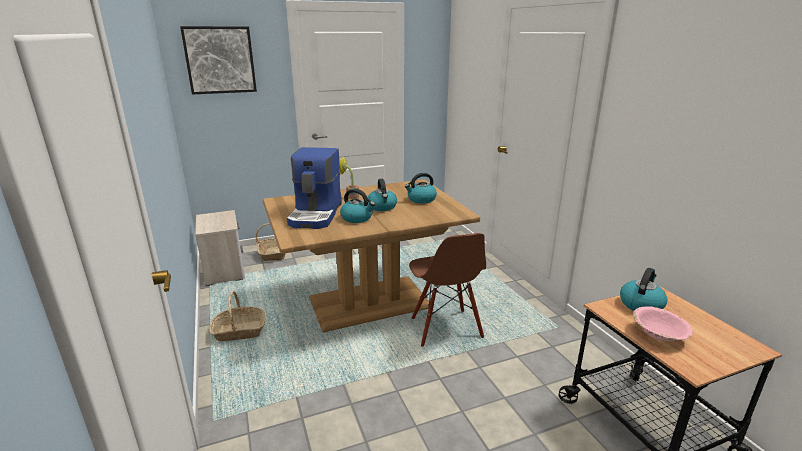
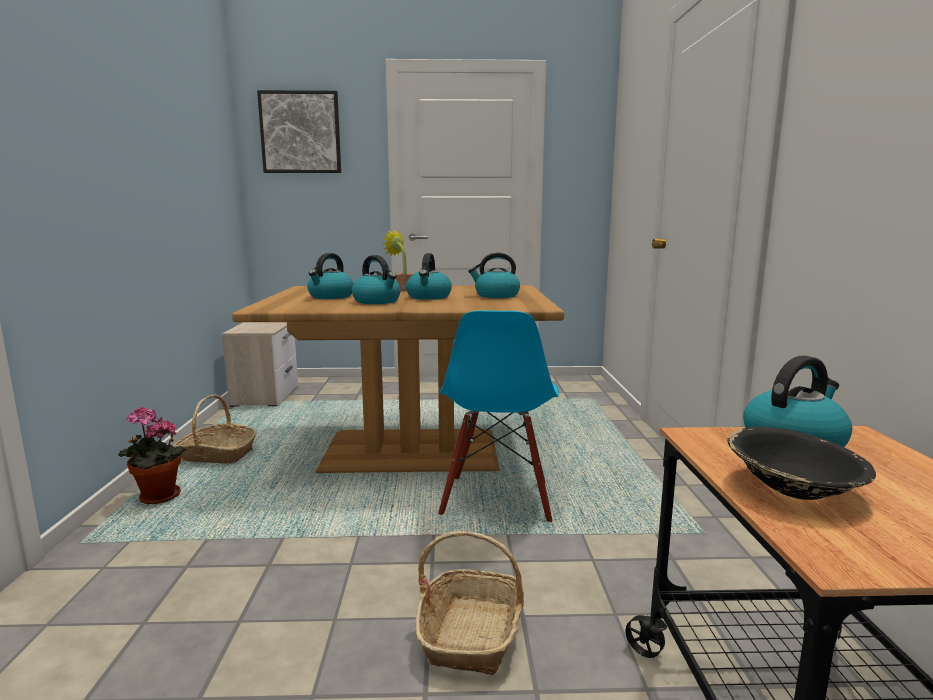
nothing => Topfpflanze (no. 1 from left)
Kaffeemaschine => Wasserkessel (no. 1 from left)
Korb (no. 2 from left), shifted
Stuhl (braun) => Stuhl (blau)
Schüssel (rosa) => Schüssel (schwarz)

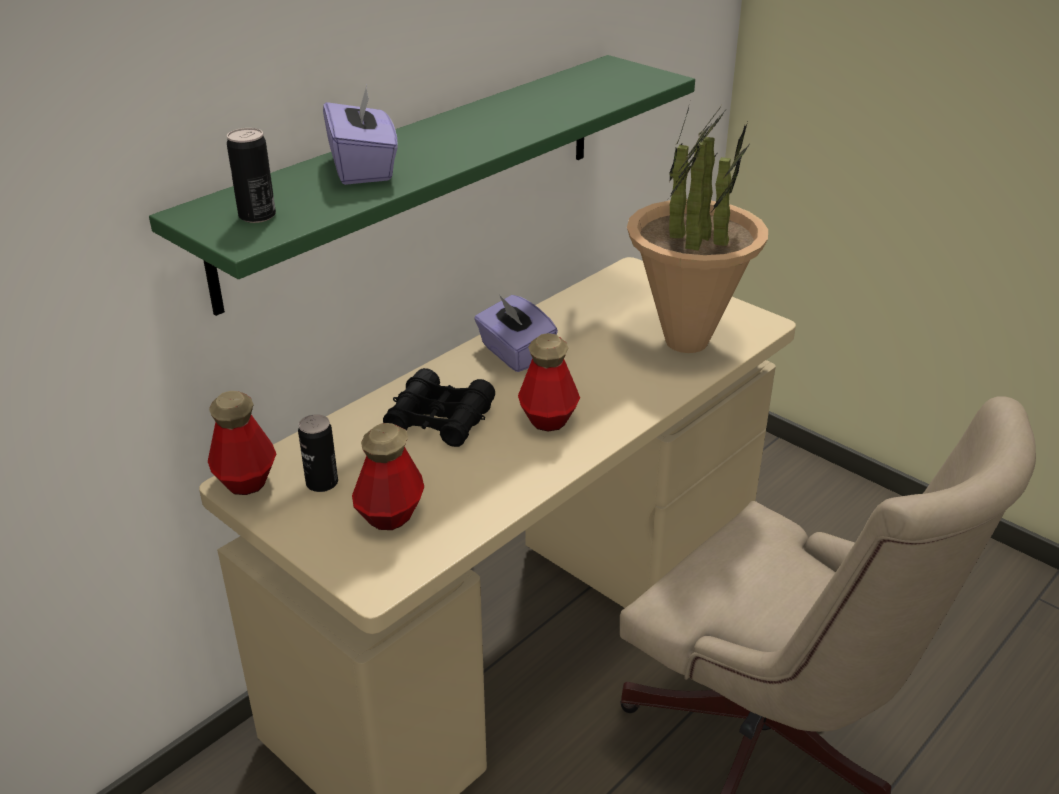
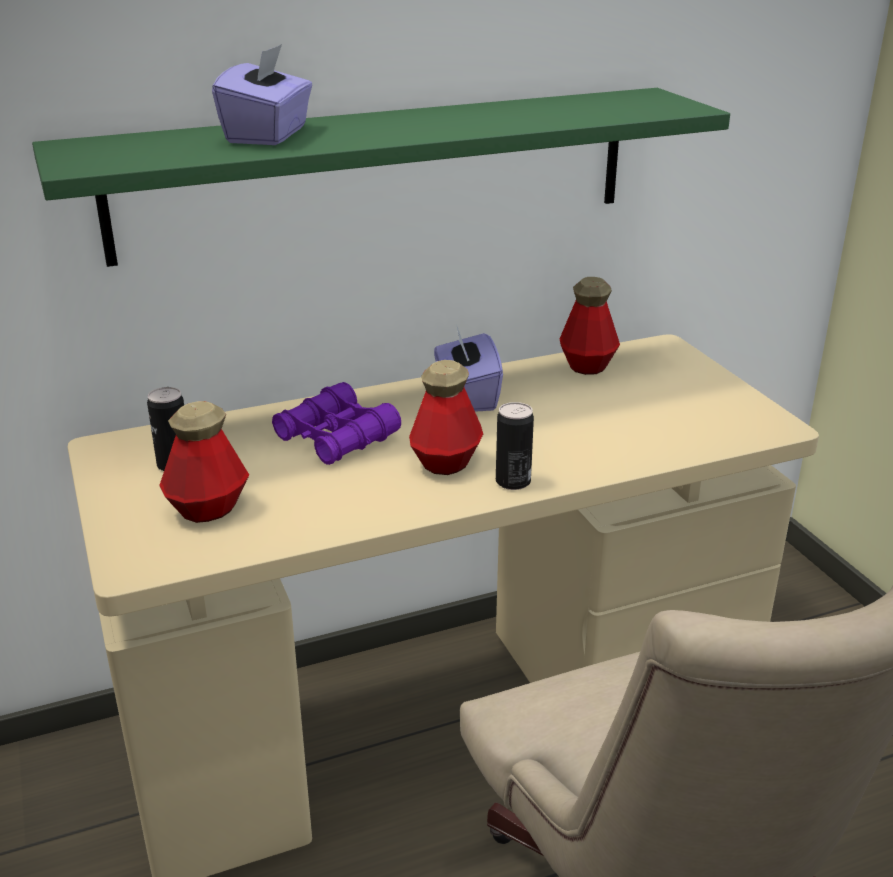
Fernglas (schwarz) => Fernglas (lila)
Dose (no. 1 from left in the first image) => Dose (no. 2 from left), shifted
Flasche (no. 1 from left in the first image) => Flasche (no. 3 from left), shifted
Topfpflanze => nothing

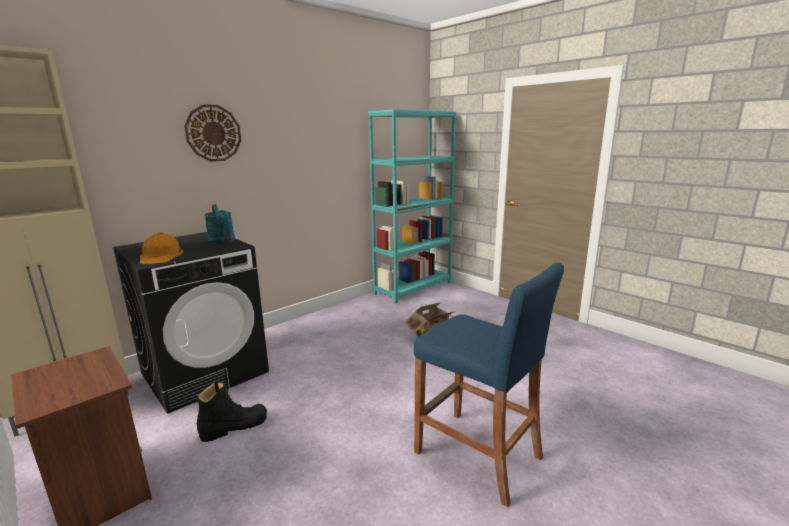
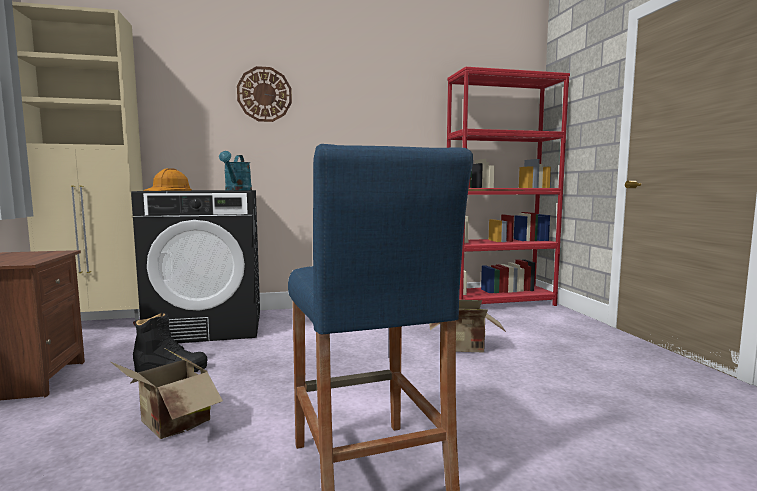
nothing => Karton (no. 1 from left)
Bücherregal (türkis) => Bücherregal (rot)

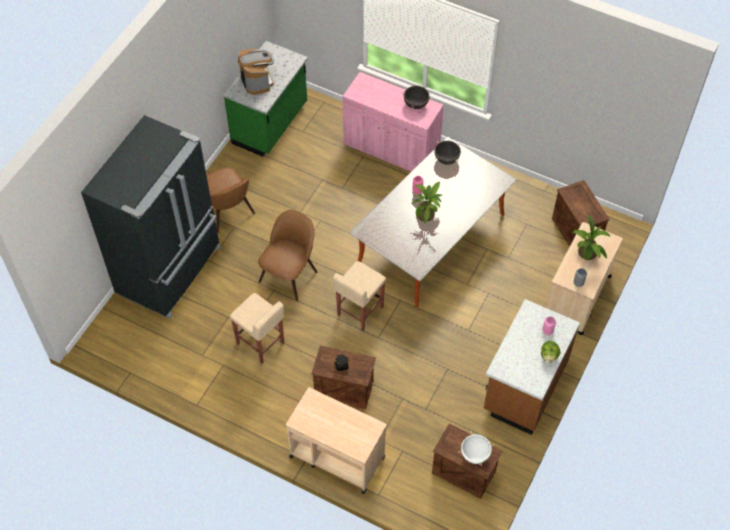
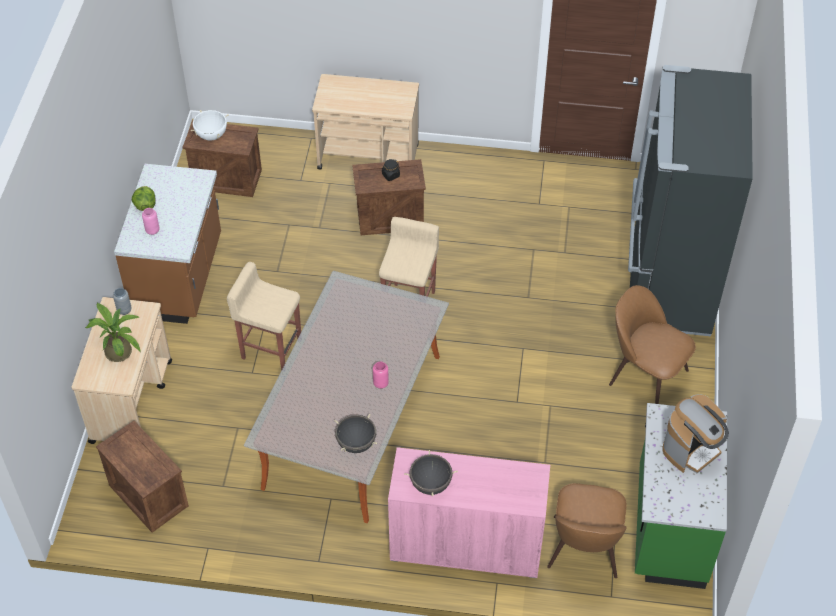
Hocker (beige) (no. 1 from left), shifted
Stuhl (braun) (no. 2 from left in the first image) => Stuhl (braun) (no. 1 from left), shifted
Kaffeemaschine, 90 degrees counterclockwise
Topfpflanze (no. 1 from left) => nothing

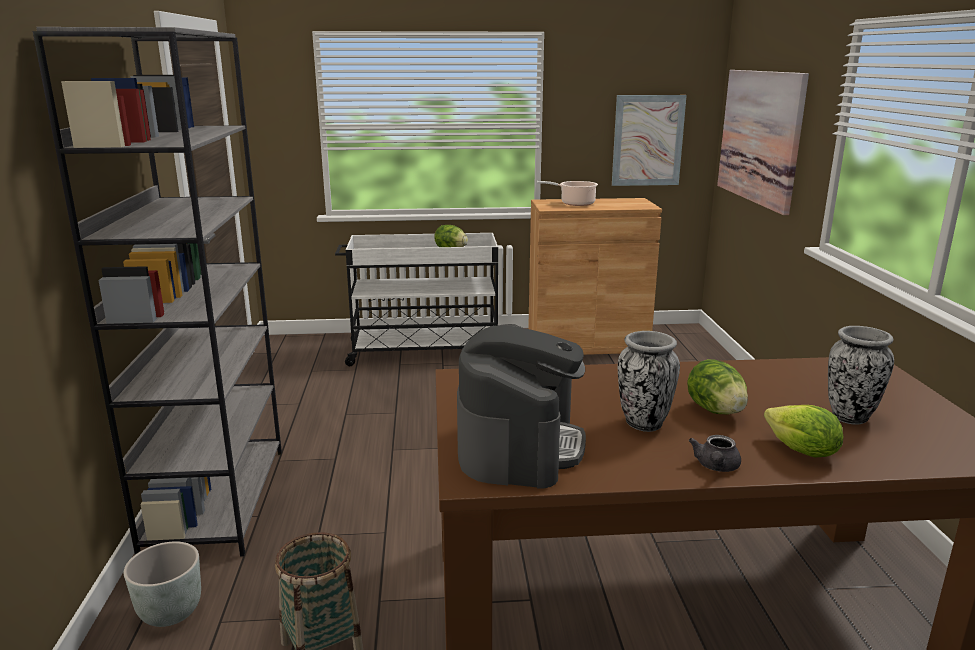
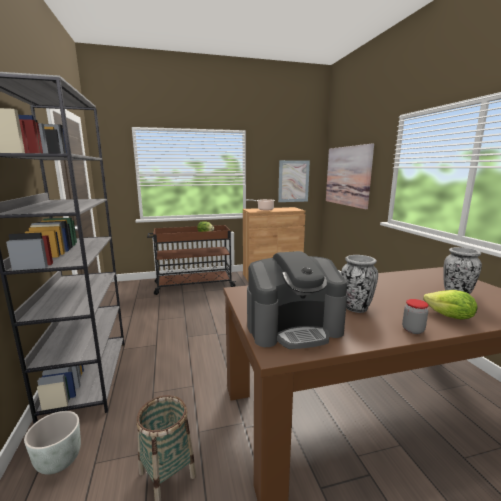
Rollwagen (weiß) => Rollwagen (braun)
Kaffeemaschine, 75 degrees clockwise
Teekanne (grau) => Vorratsglas
Salatkopf (no. 2 from left) => nothing

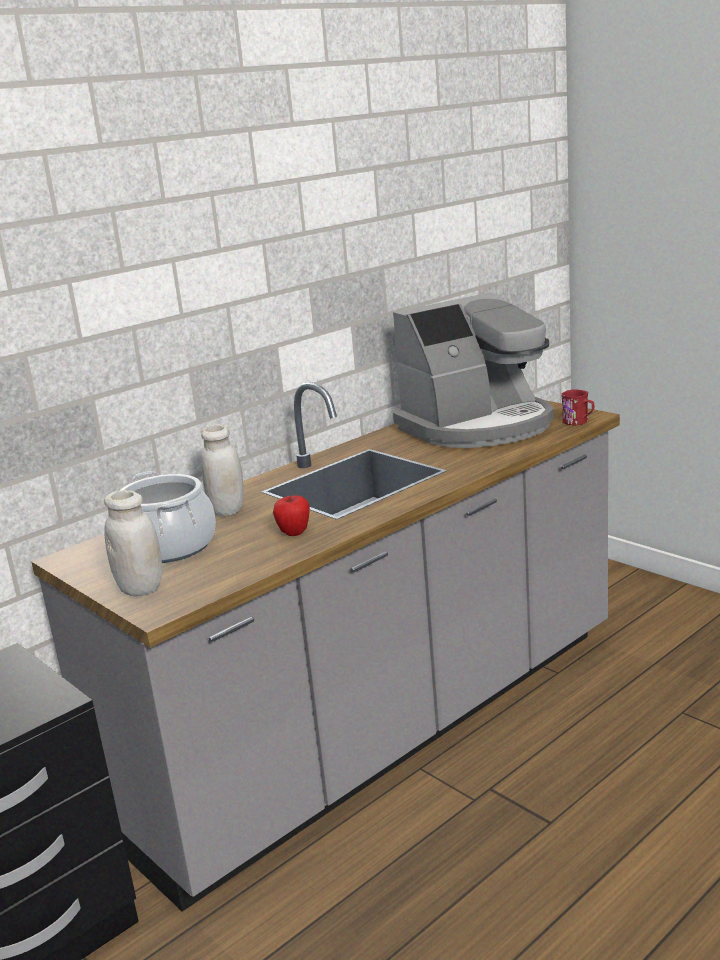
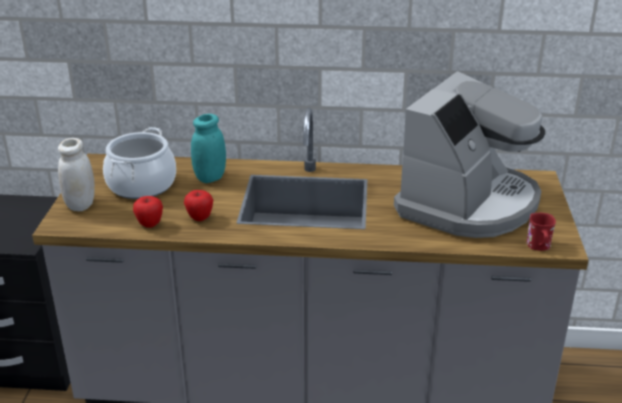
nothing => Apfel (no. 1 from left)
Vorratsglas (weiß) (no. 2 from left) => Vorratsglas (türkis)
Kaffeemaschine, 75 degrees counterclockwise

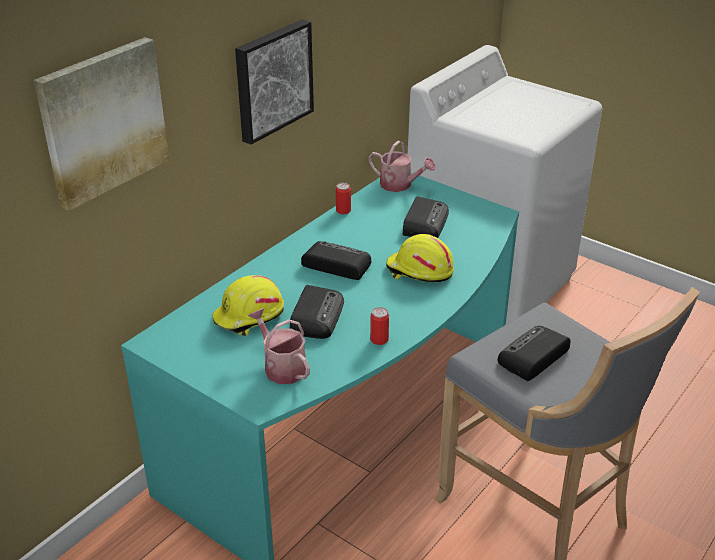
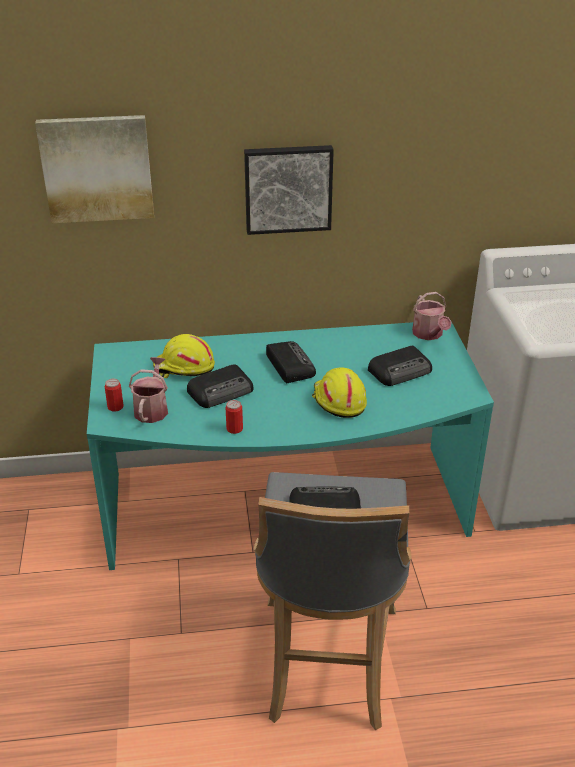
Dose (no. 1 from left), shifted

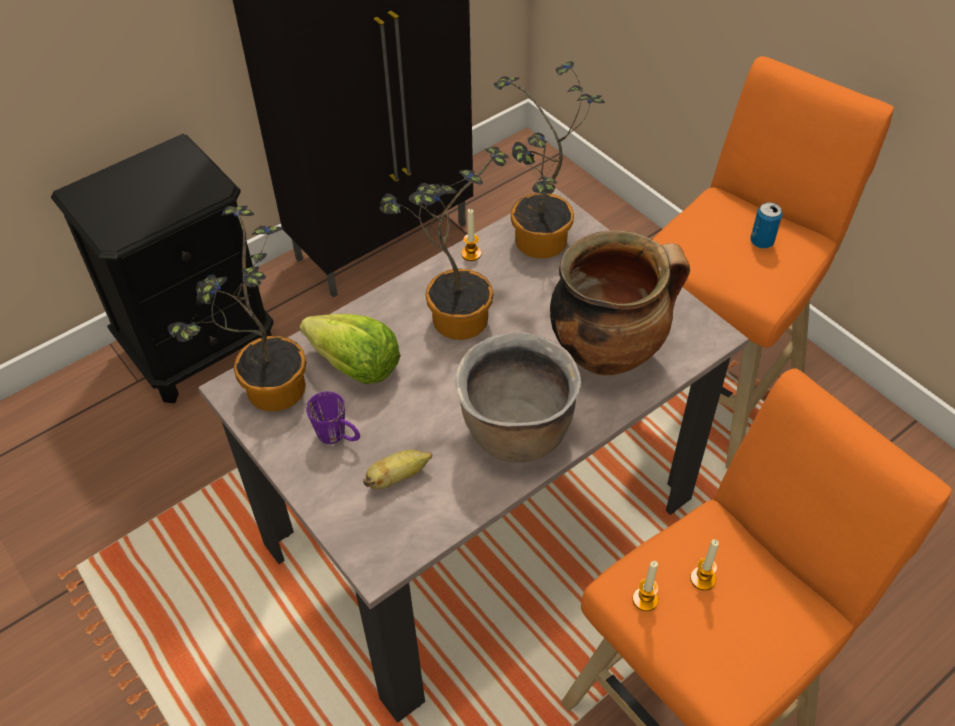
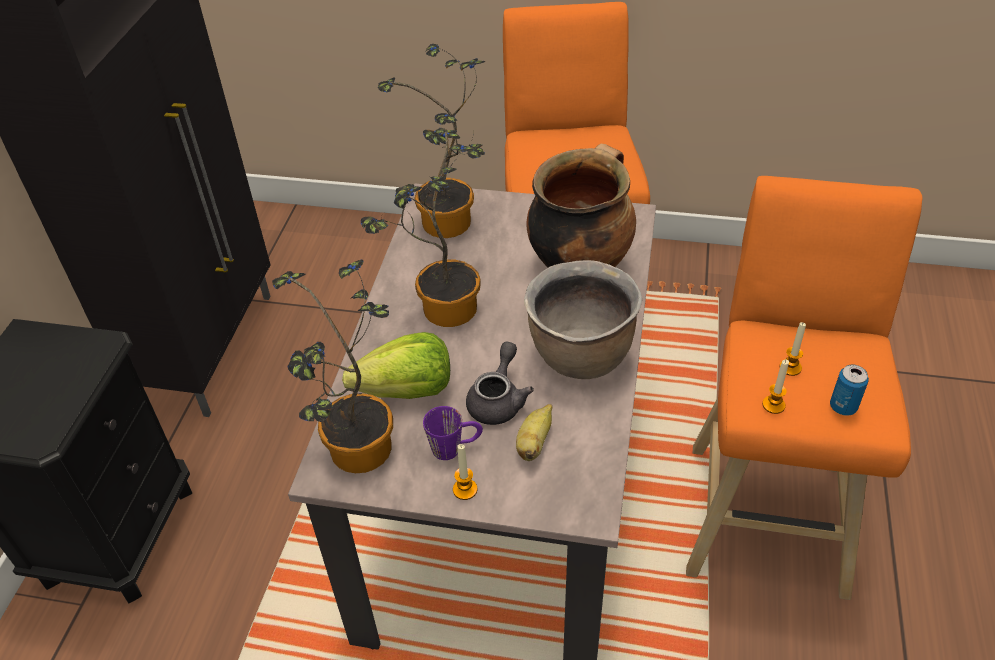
Kerze (no. 1 from left), shifted
nothing => Teekanne (grau)
Dose, shifted

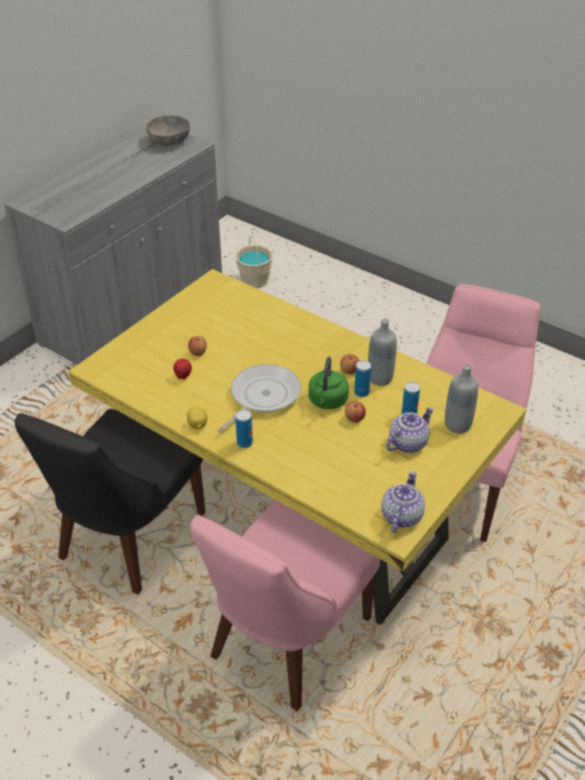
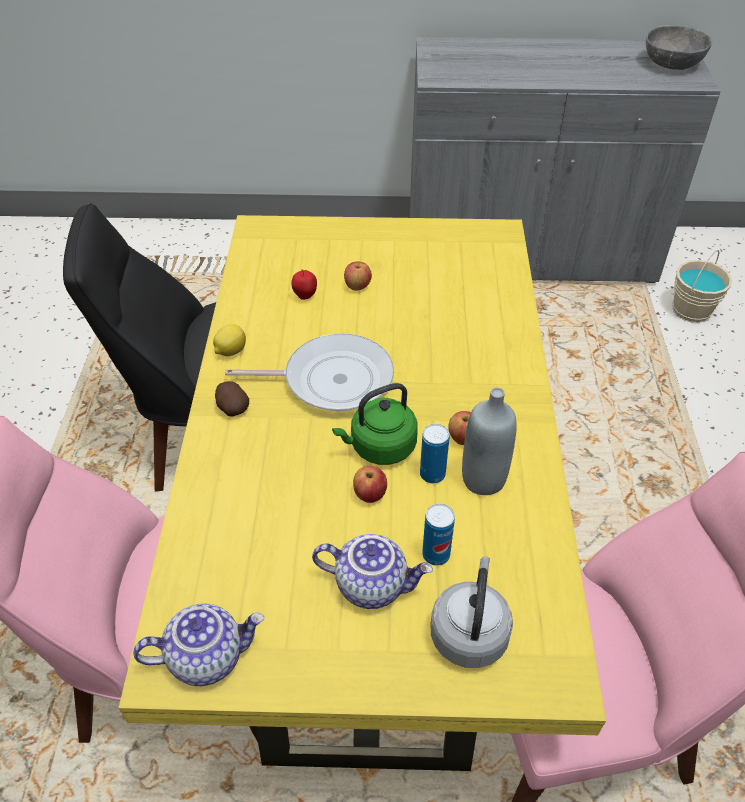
Dose (no. 1 from left) => Kartoffel
Flasche (grau) (no. 2 from left) => Wasserkessel (grau)

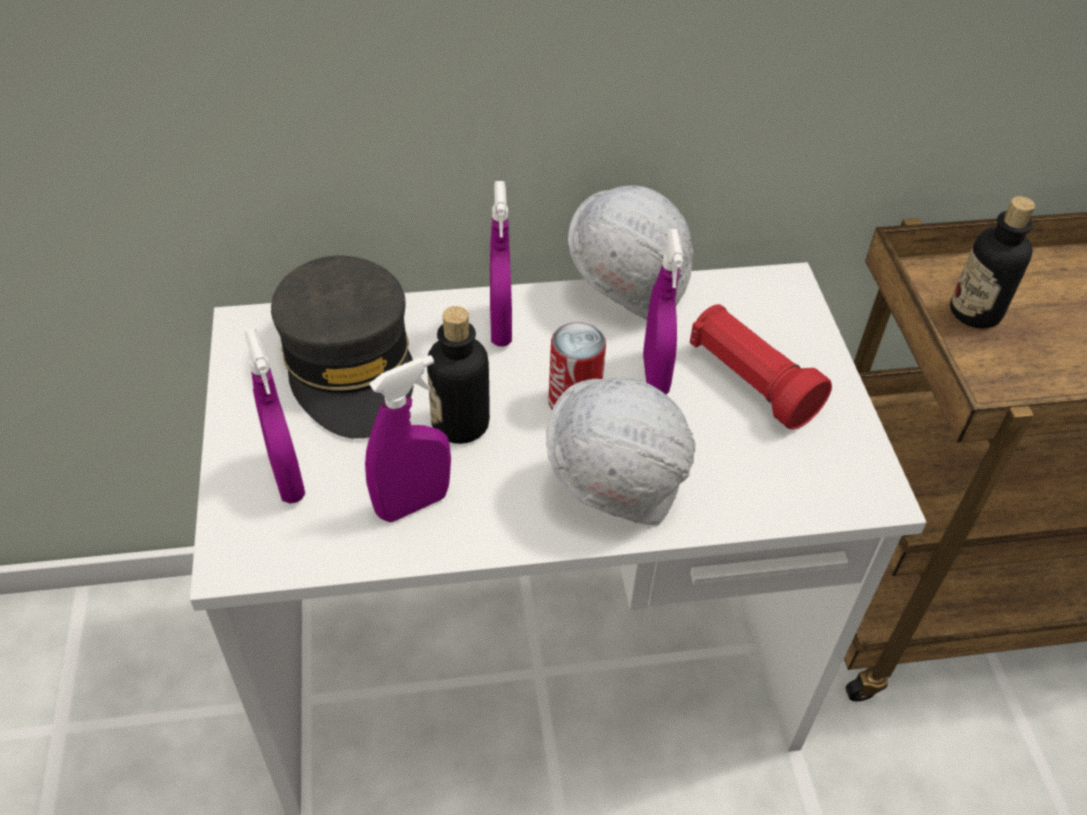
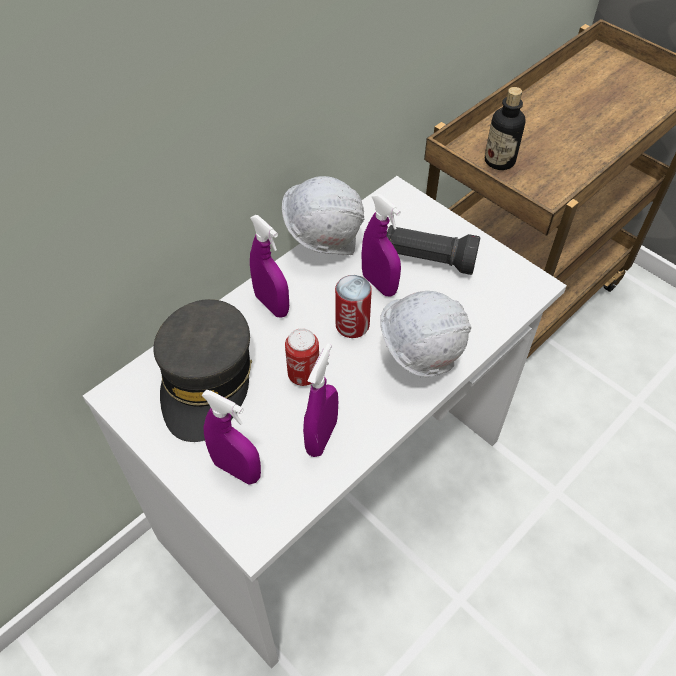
Kappe (grau), 60 degrees clockwise
Flasche (no. 1 from left) => Dose (no. 1 from left)
Taschenlampe (rot) => Taschenlampe (schwarz)

